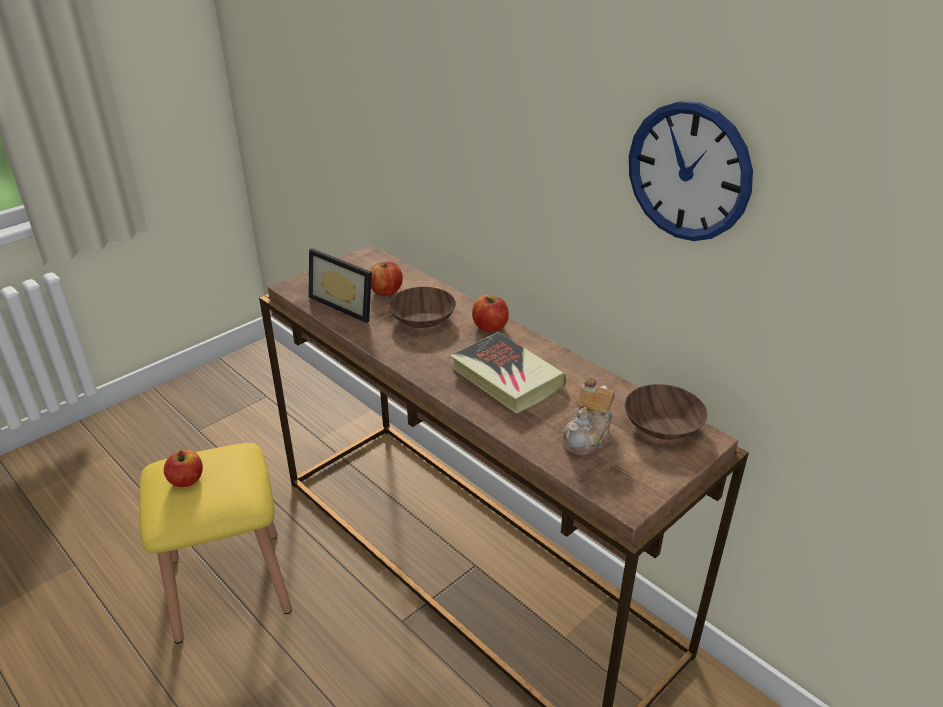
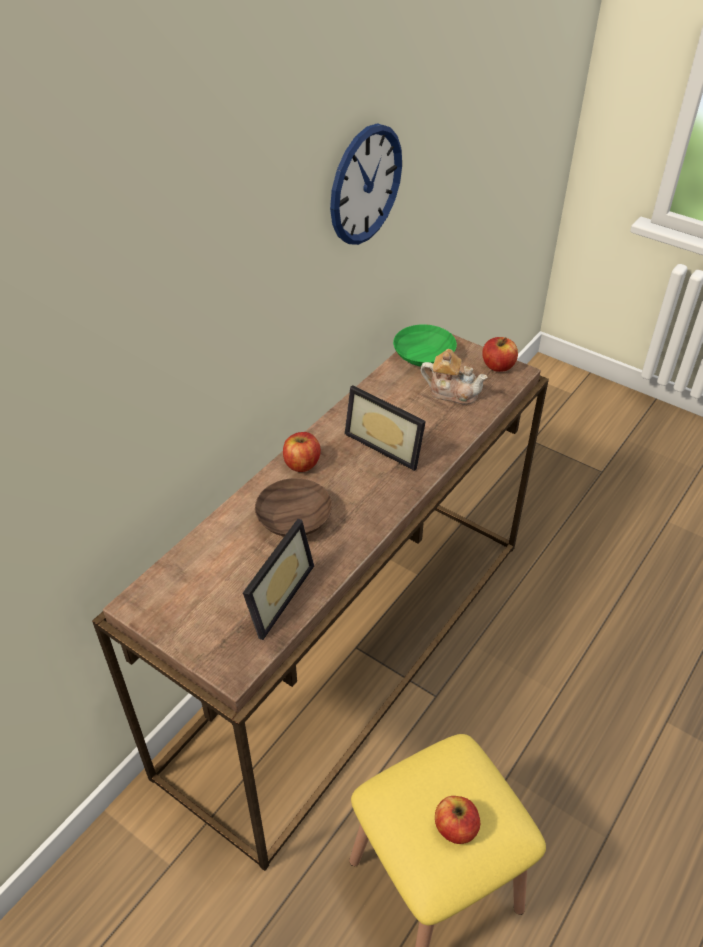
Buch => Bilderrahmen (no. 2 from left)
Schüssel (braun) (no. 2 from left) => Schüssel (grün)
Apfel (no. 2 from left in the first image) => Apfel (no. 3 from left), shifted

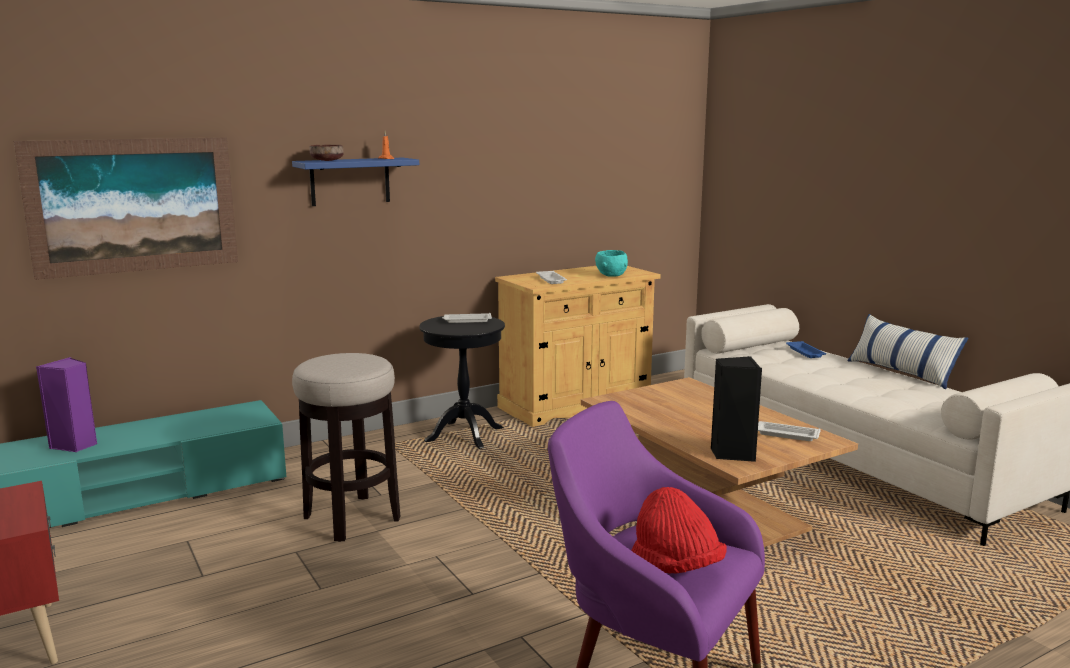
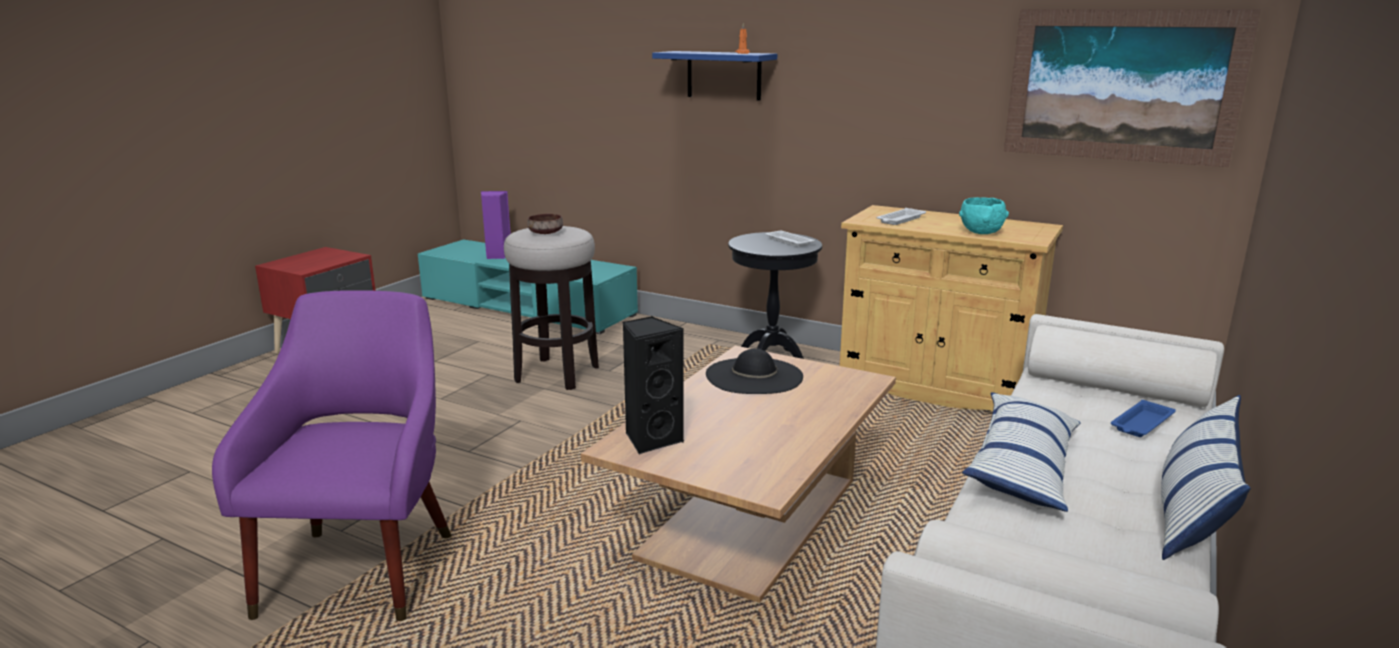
Schüssel (braun), shifted
nothing => Hut (schwarz)
nothing => Kissen (no. 1 from left)
Bild, shifted
Hut (rot) => nothing
Tablett (weiß) (no. 3 from left) => nothing

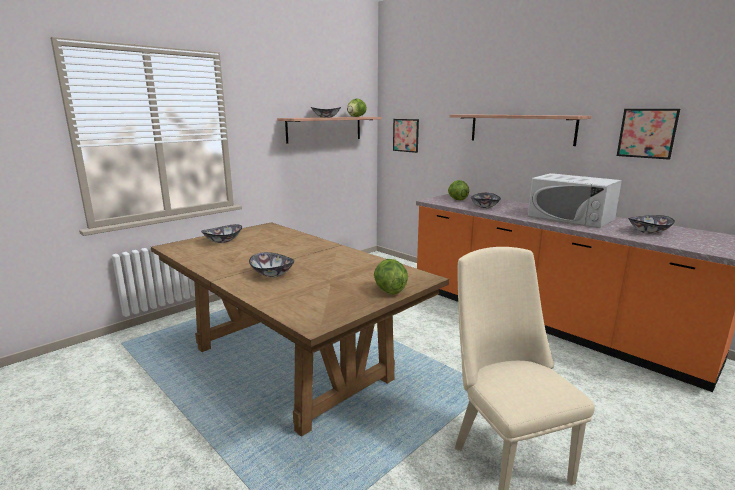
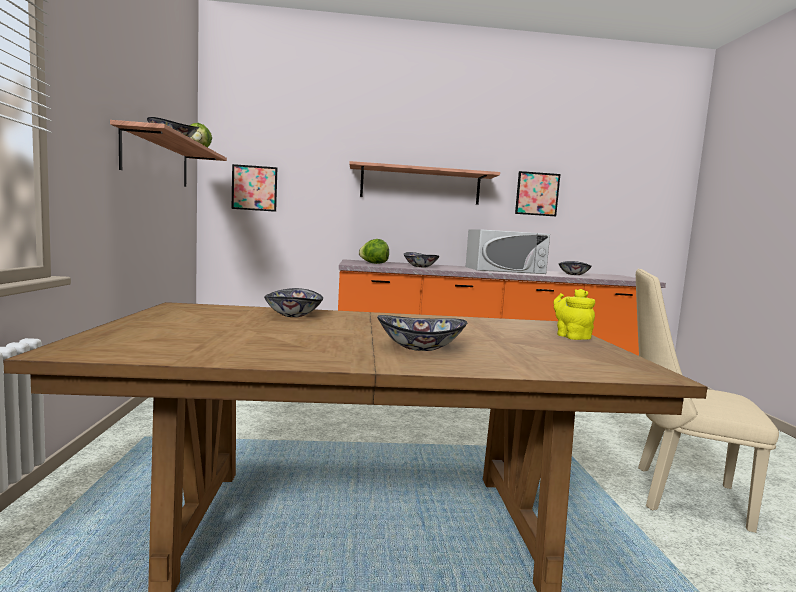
Schüssel (no. 1 from left in the first image) => Schüssel (no. 2 from left), shifted
Salatkopf (no. 2 from left) => Teekanne (gelb)

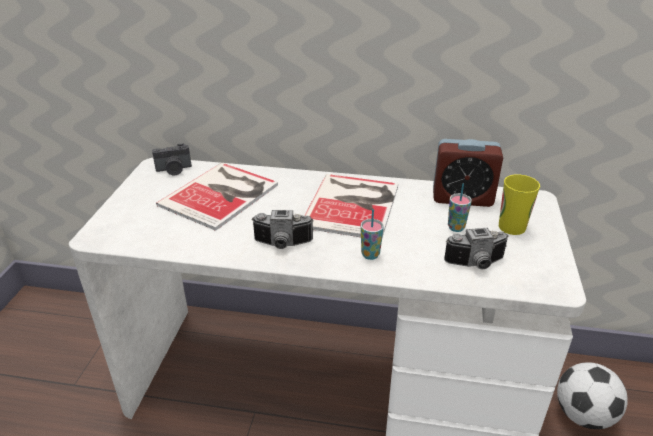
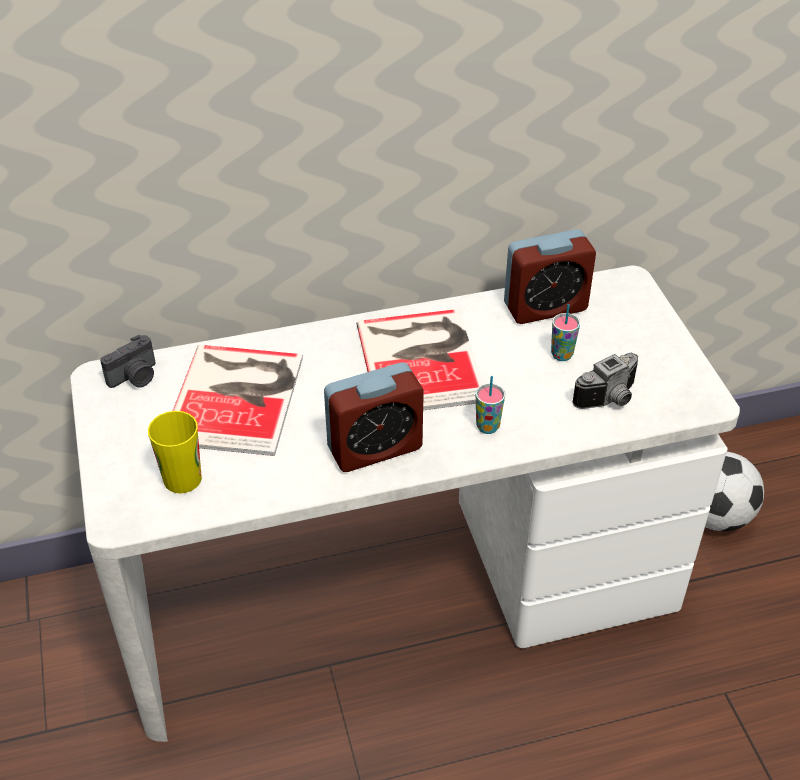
Tasse (no. 3 from left in the first image) => Tasse (no. 1 from left), shifted
Kamera (no. 2 from left) => Wecker (no. 1 from left)

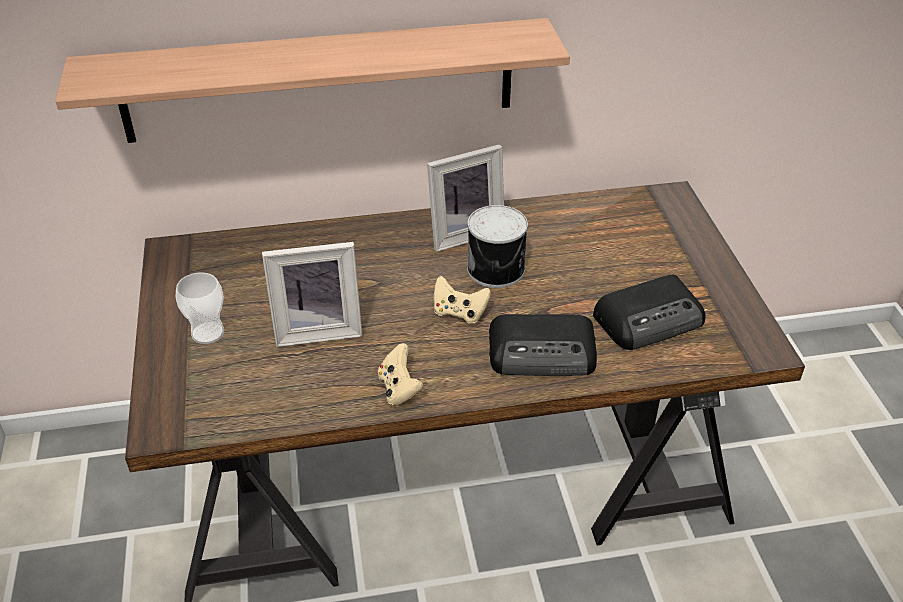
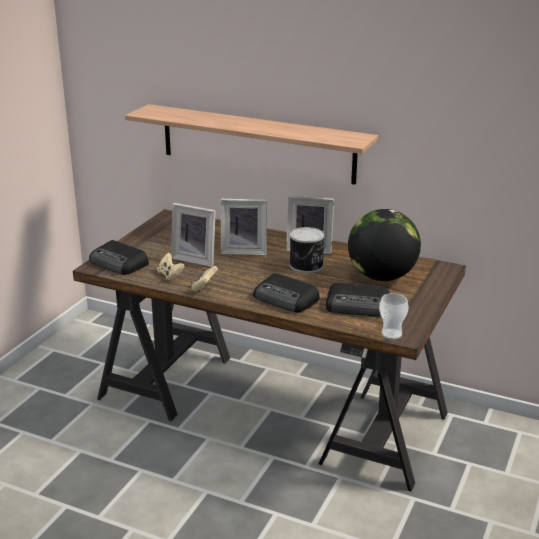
nothing => Radio (no. 1 from left)
Gamepad (beige) (no. 2 from left in the first image) => Gamepad (beige) (no. 1 from left), shifted
nothing => Bilderrahmen (no. 2 from left)
nothing => Globus
Tasse, shifted

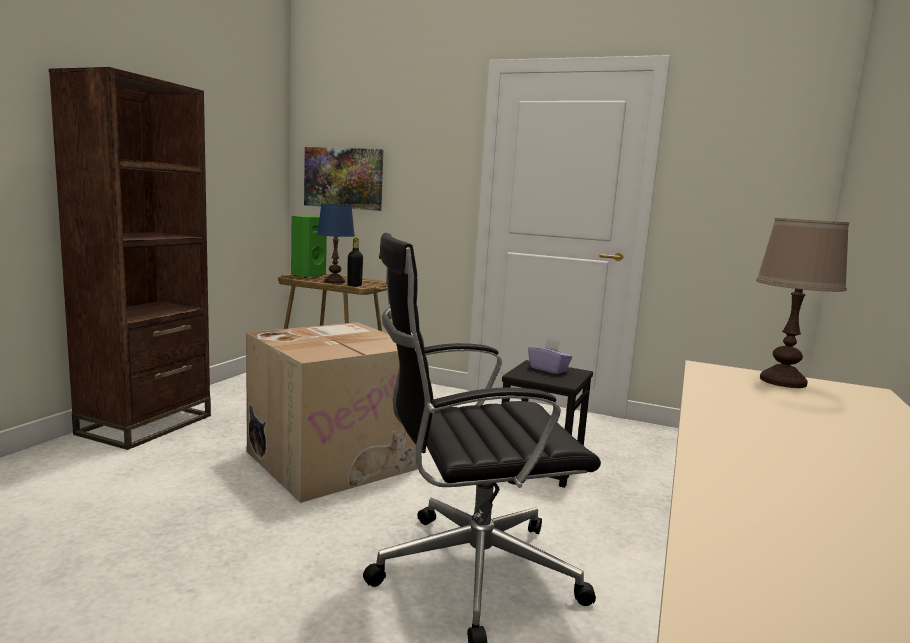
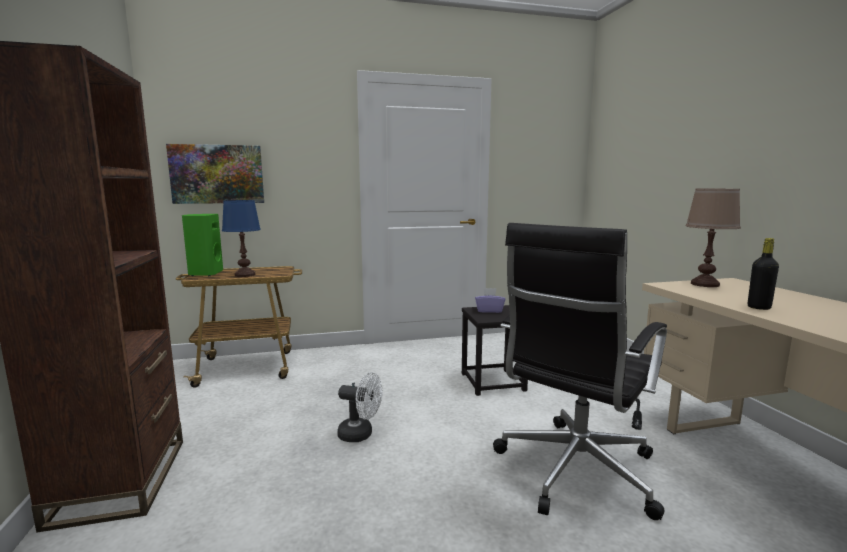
Karton => Ventilator (weiß)
Flasche (schwarz), shifted

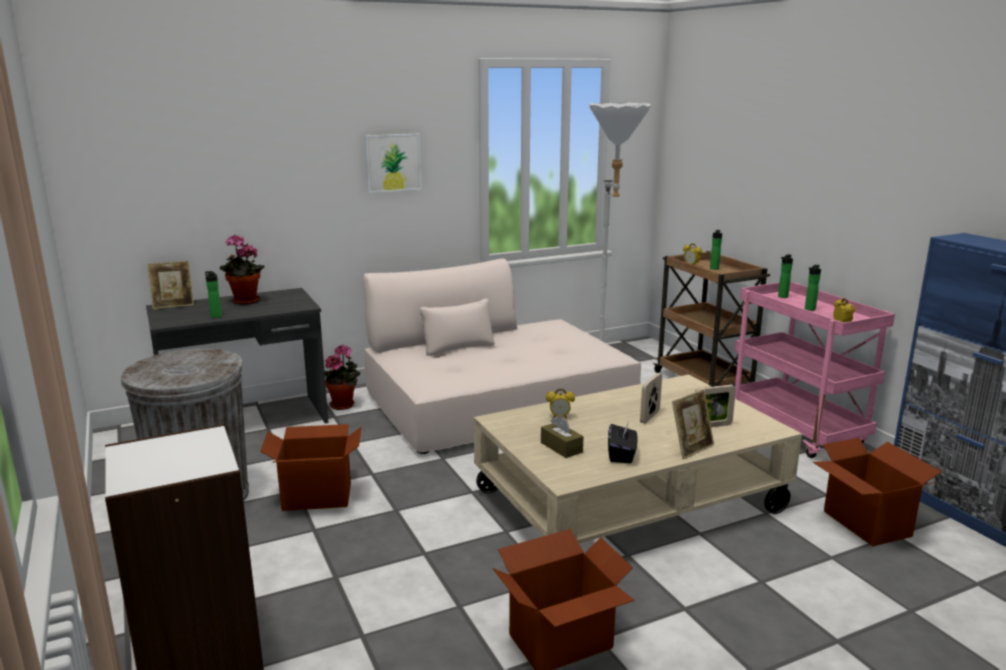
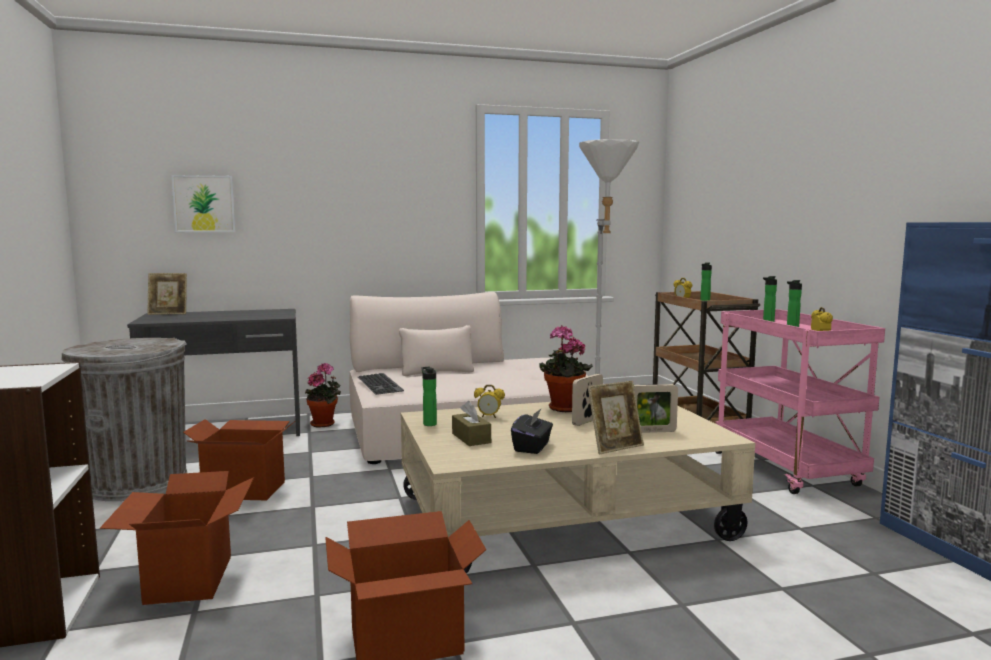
Karton (no. 3 from left in the first image) => Karton (no. 1 from left), shifted
Bild, shifted
nothing => Tastatur
Flasche (no. 1 from left), shifted
Topfpflanze (no. 1 from left in the first image) => Topfpflanze (no. 2 from left), shifted

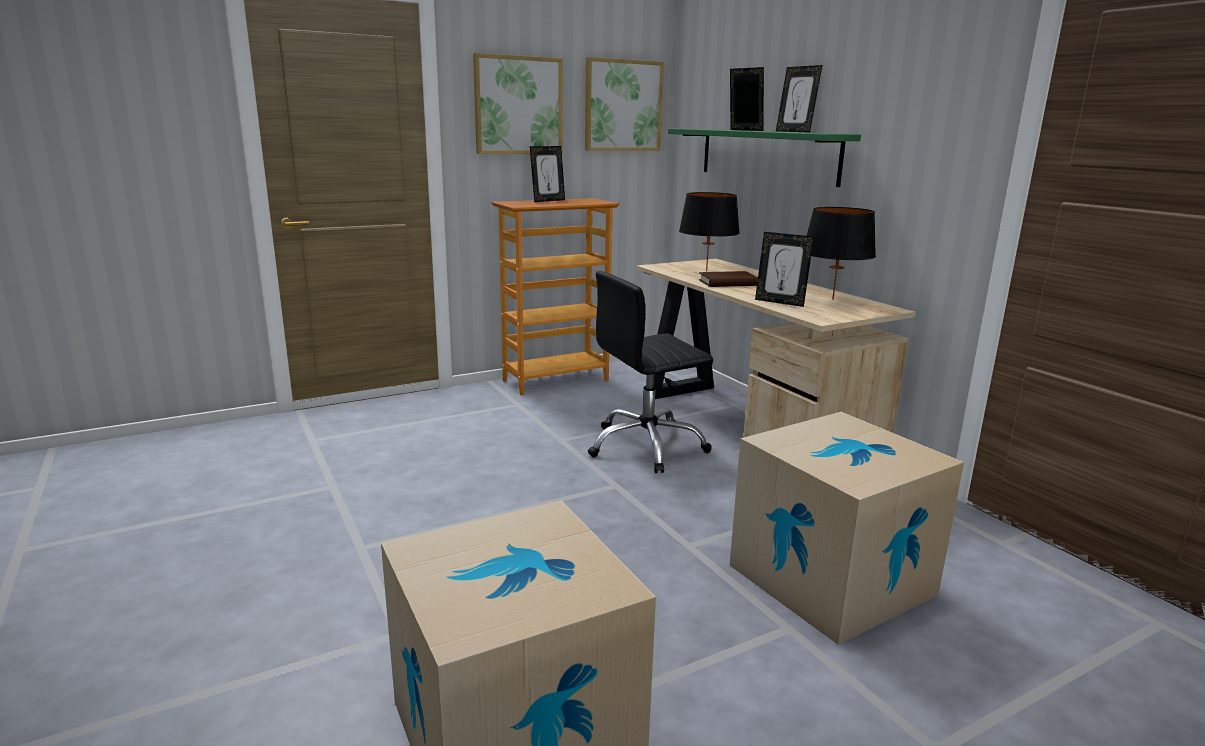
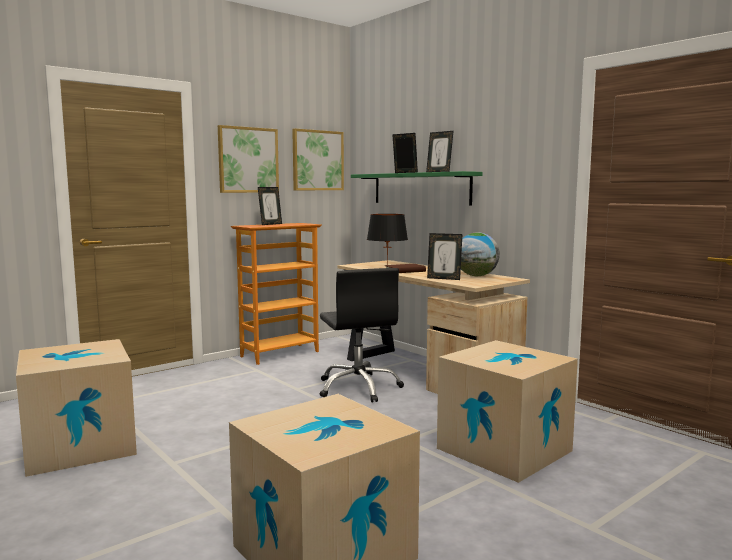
nothing => Karton (no. 1 from left)
Bürostuhl (schwarz), 75 degrees counterclockwise
Tischlampe (schwarz) (no. 2 from left) => Globus

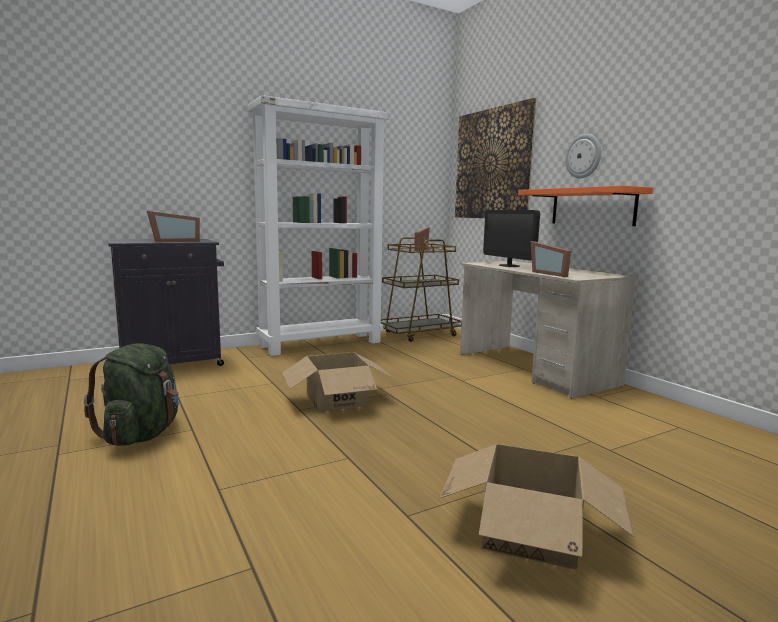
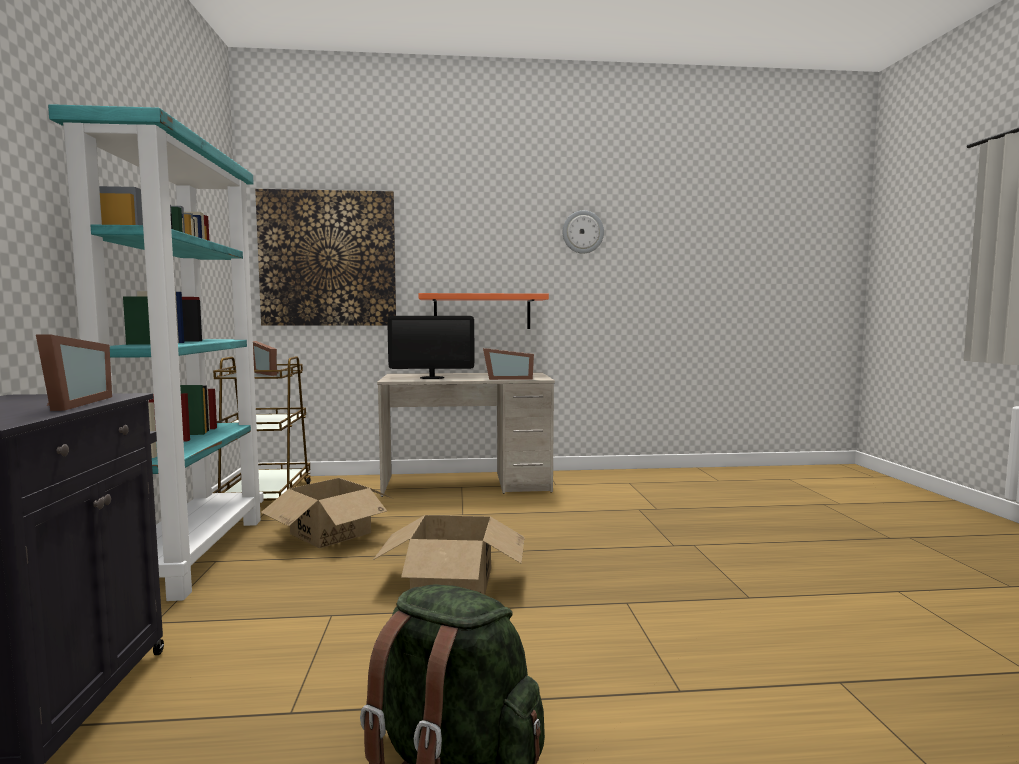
Bücherregal (weiß) => Bücherregal (türkis)
Karton (no. 2 from left in the first image) => Karton (no. 1 from left), shifted
Wanduhr, shifted

